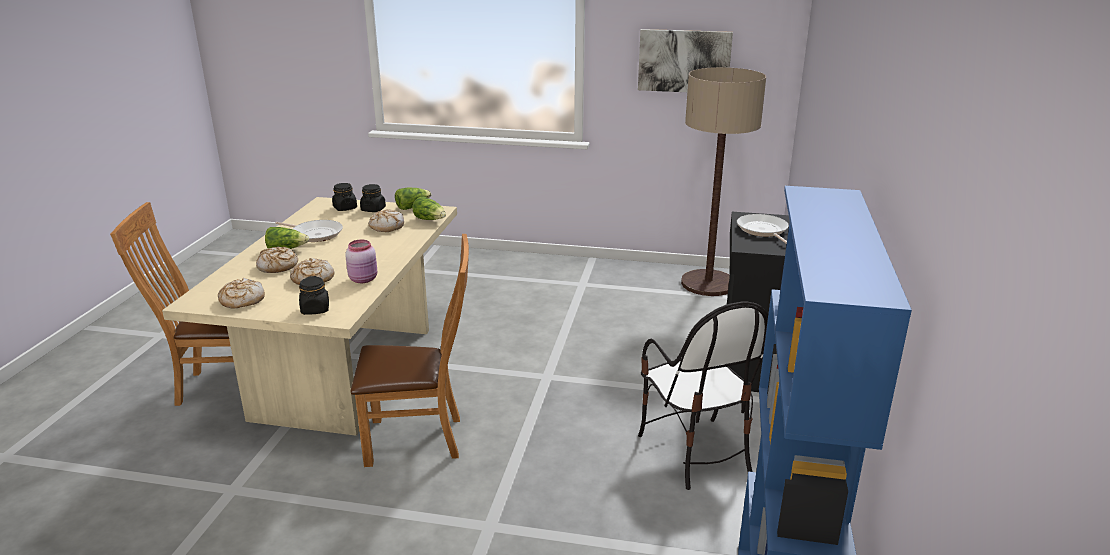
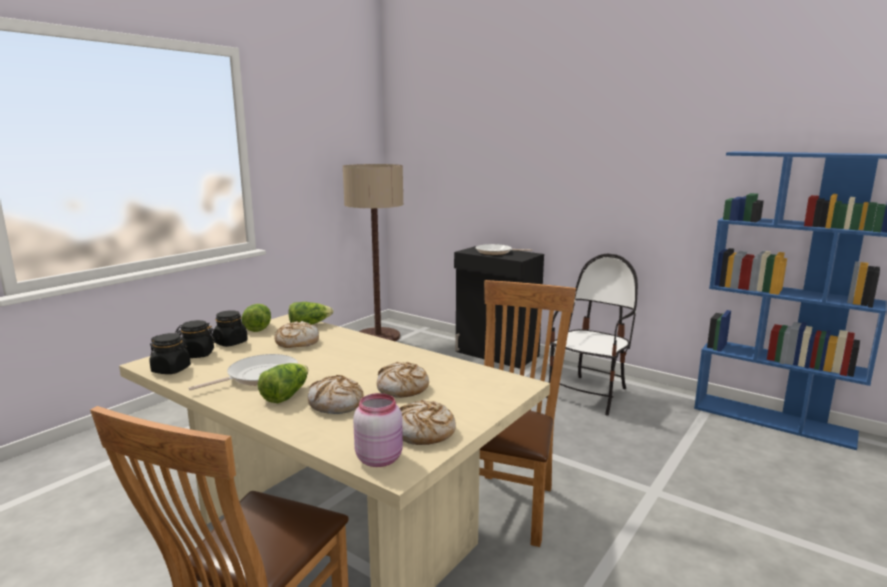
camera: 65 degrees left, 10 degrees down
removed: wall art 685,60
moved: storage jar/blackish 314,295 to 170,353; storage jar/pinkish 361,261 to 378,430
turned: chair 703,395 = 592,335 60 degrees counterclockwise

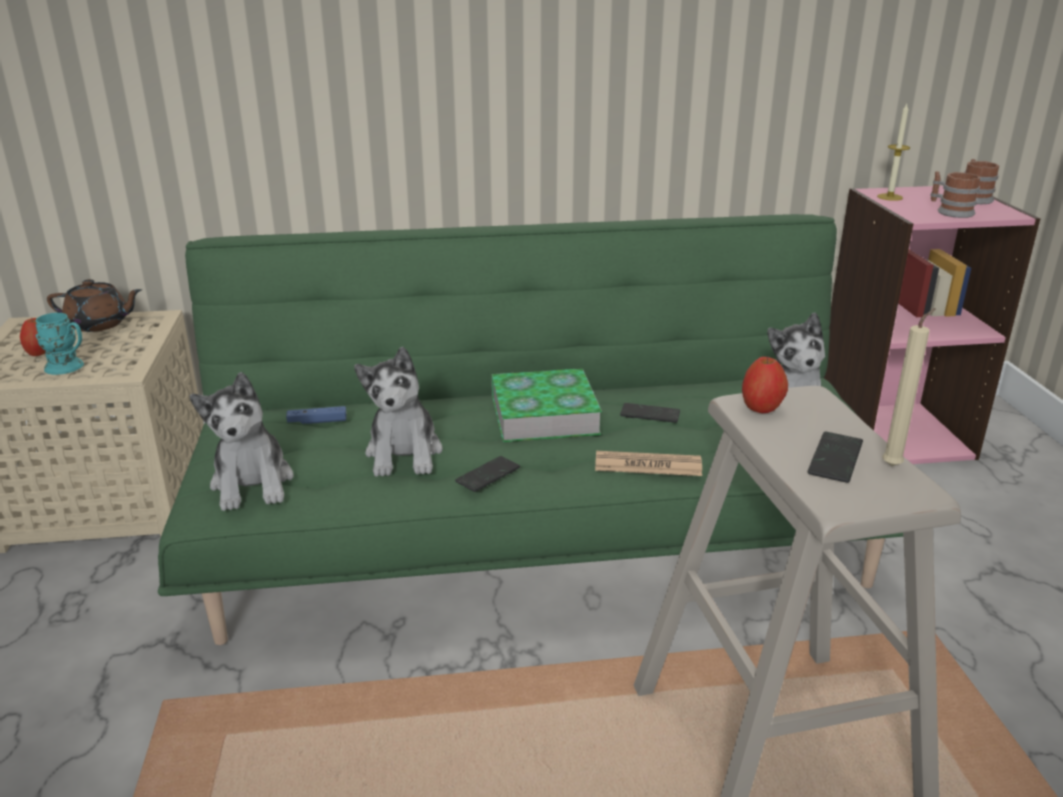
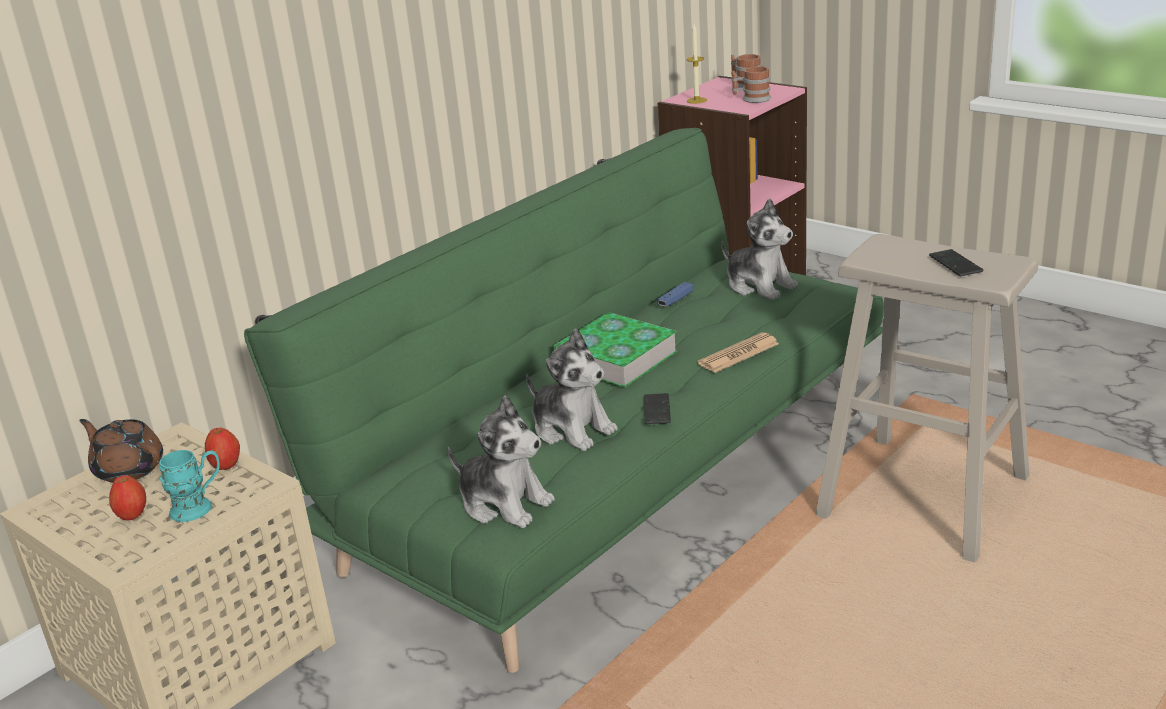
camera: 40 degrees left, 0 degrees up
removed: handset 650,413; wax light/beige 909,387
moved: game controller/bluish 316,415 to 675,294; whole apple 765,385 to 222,449
turned: teapot/brown 94,305 = 121,451 105 degrees counterclockwise

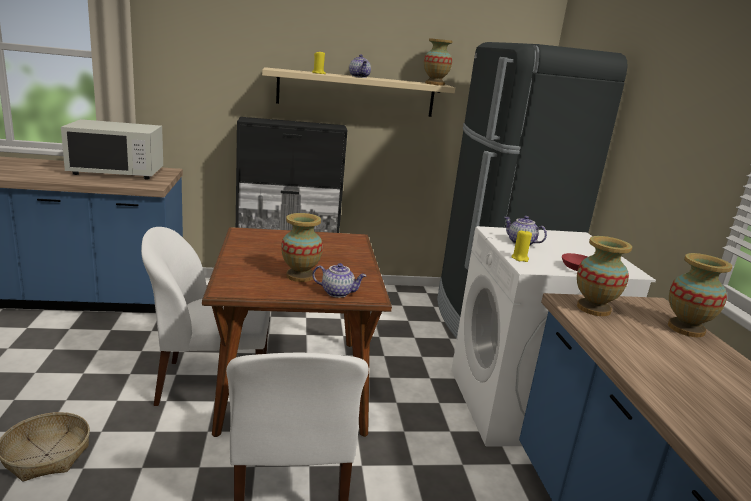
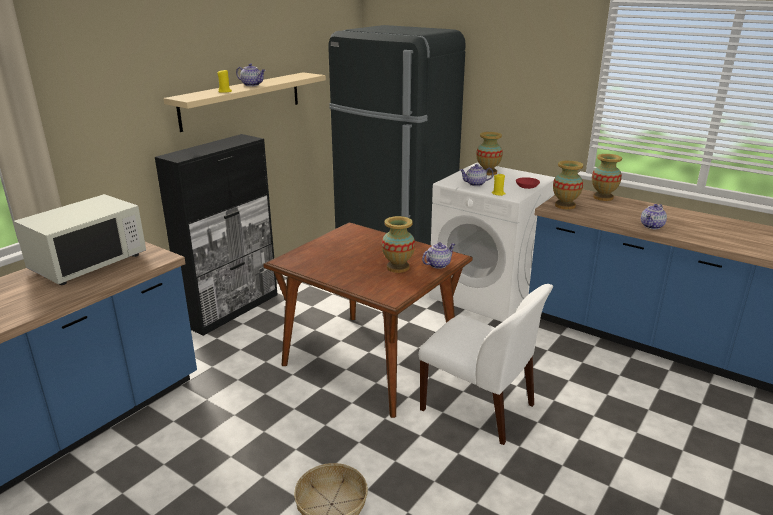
camera: 45 degrees left, 5 degrees up
removed: chair/whitish 205,316
added: teapot 654,216
moved: vase 438,62 to 489,153

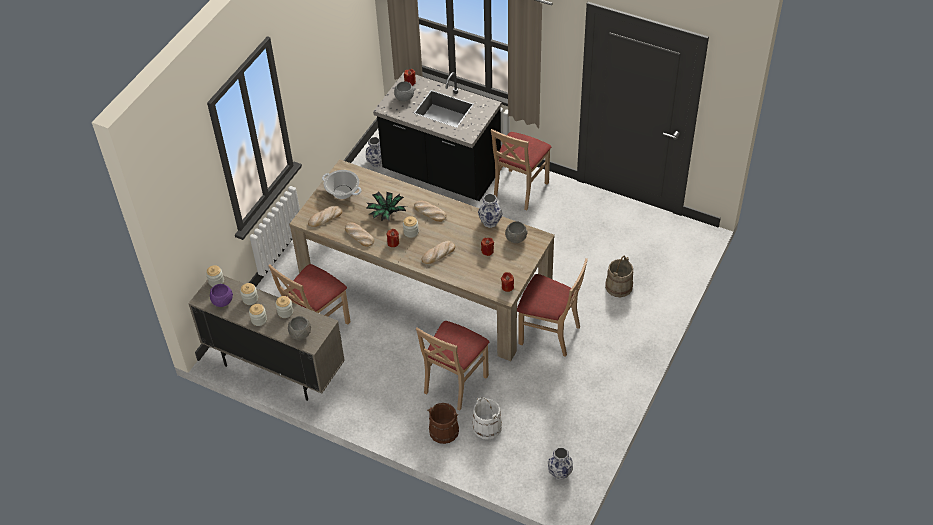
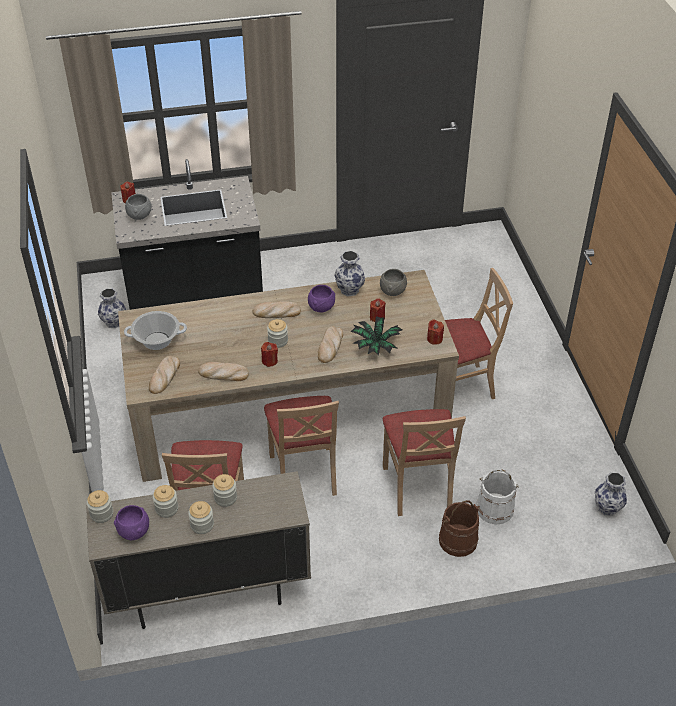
camera: 40 degrees left, 5 degrees down
removed: deep dish/gray 299,328; bucket/beige 619,276
added: deep dish/purplish 321,298
moved: plant in a pot 386,206 to 376,335; chair/beige 521,169 to 301,446

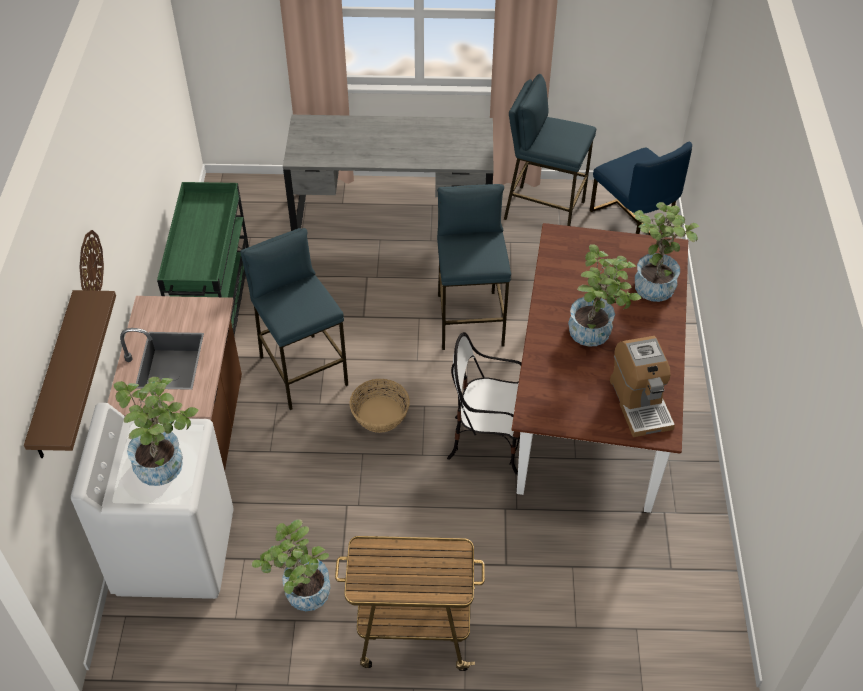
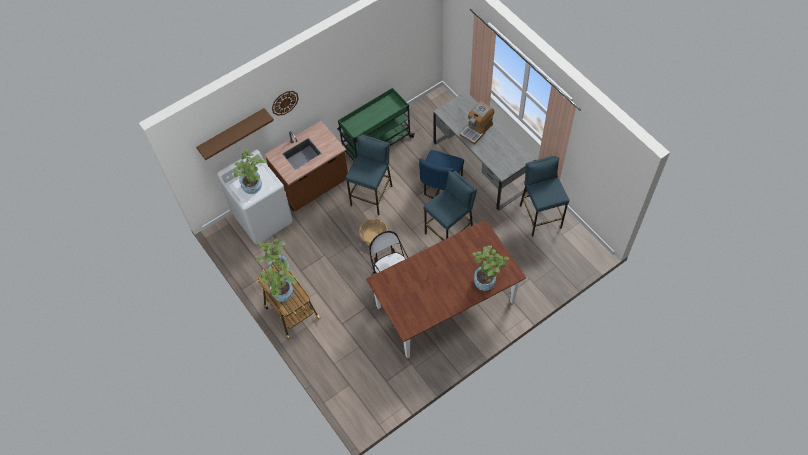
camera: 55 degrees right, 10 degrees up
moved: plant in a pot 604,295 to 279,281; chair/bluish 641,188 to 441,174; coffee machine 642,386 to 477,123

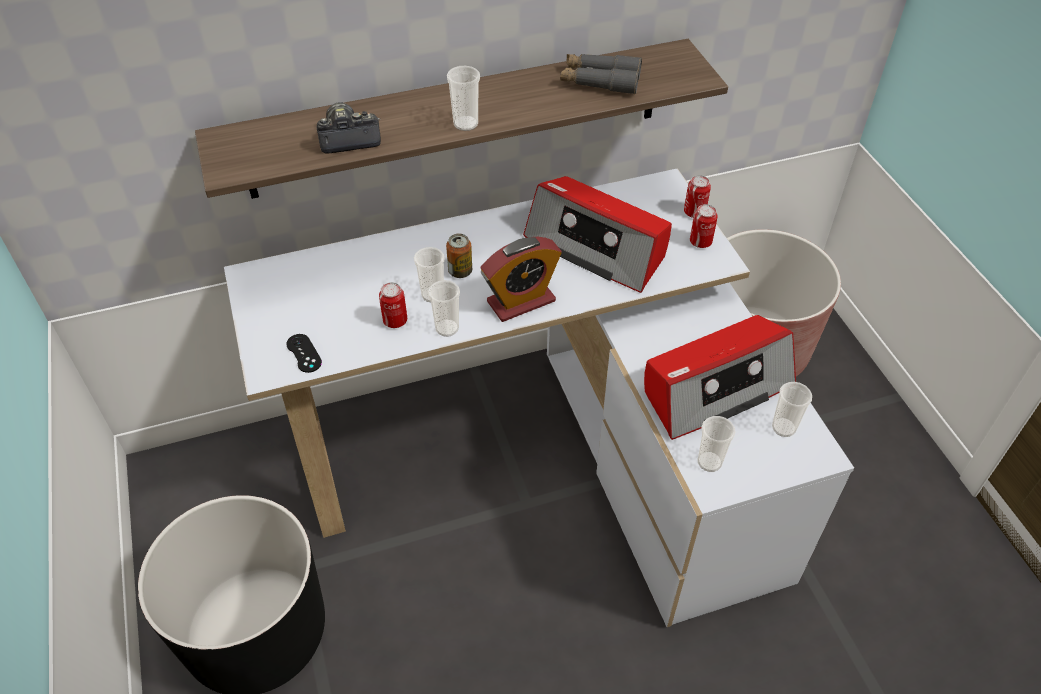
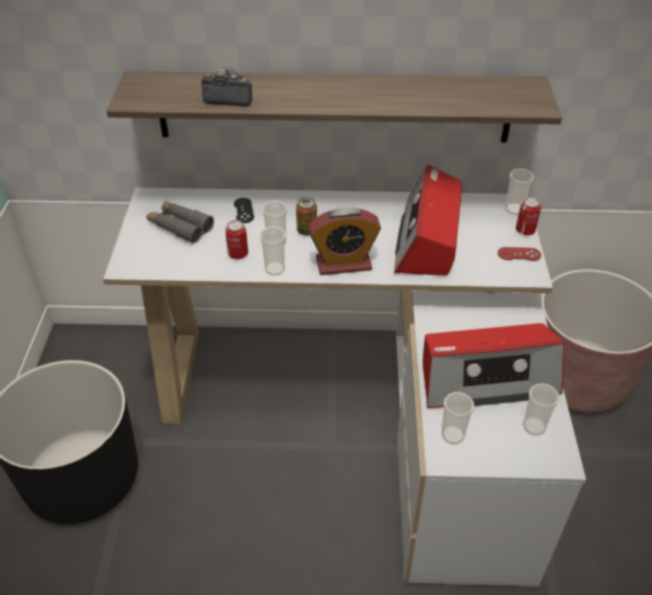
camera: 20 degrees right, 5 degrees down
moved: game controller/blackish 304,353 to 244,210; cup 463,98 to 520,191; pair of binoculars/gray 601,74 to 180,222
replaced: metal can 704,226 to game controller/reddish 519,254
turned: radio set 597,234 = 428,220 45 degrees clockwise

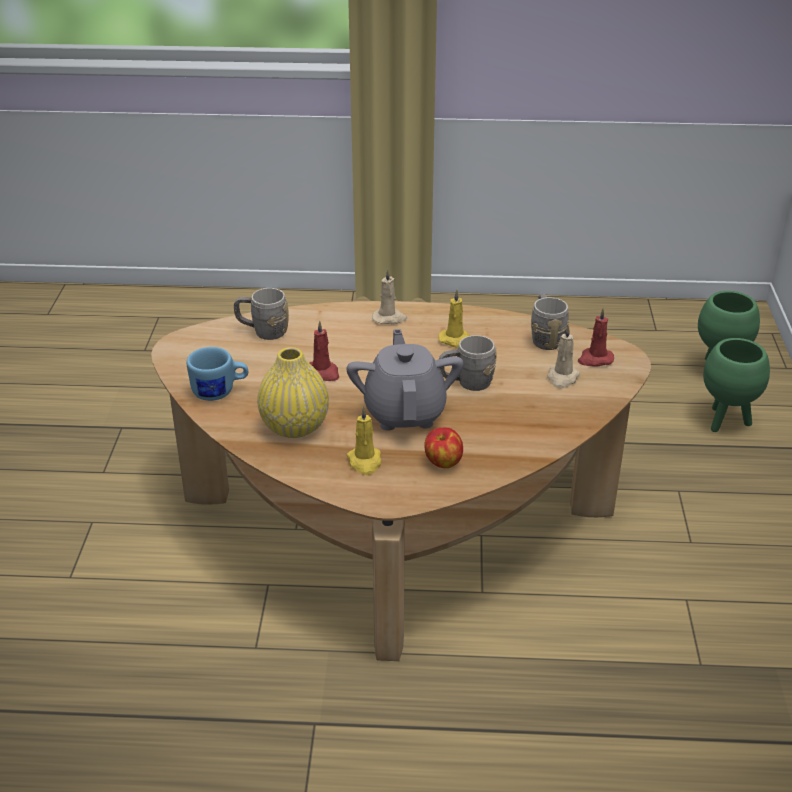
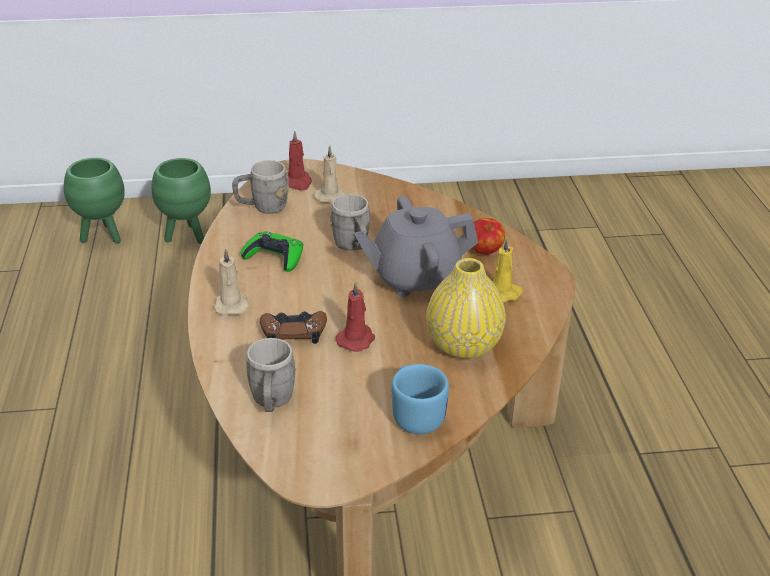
camera: 100 degrees left, 0 degrees up
added: game controller/brown 293,327
replaced: wax light/yellowish 454,319 to game controller/greenish 272,251

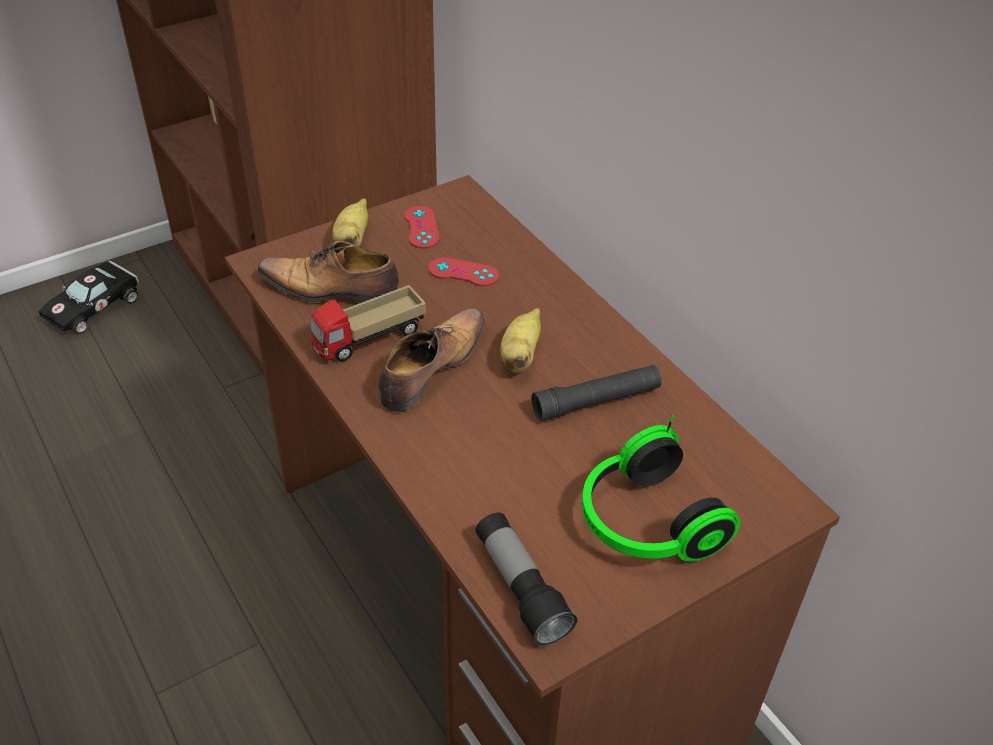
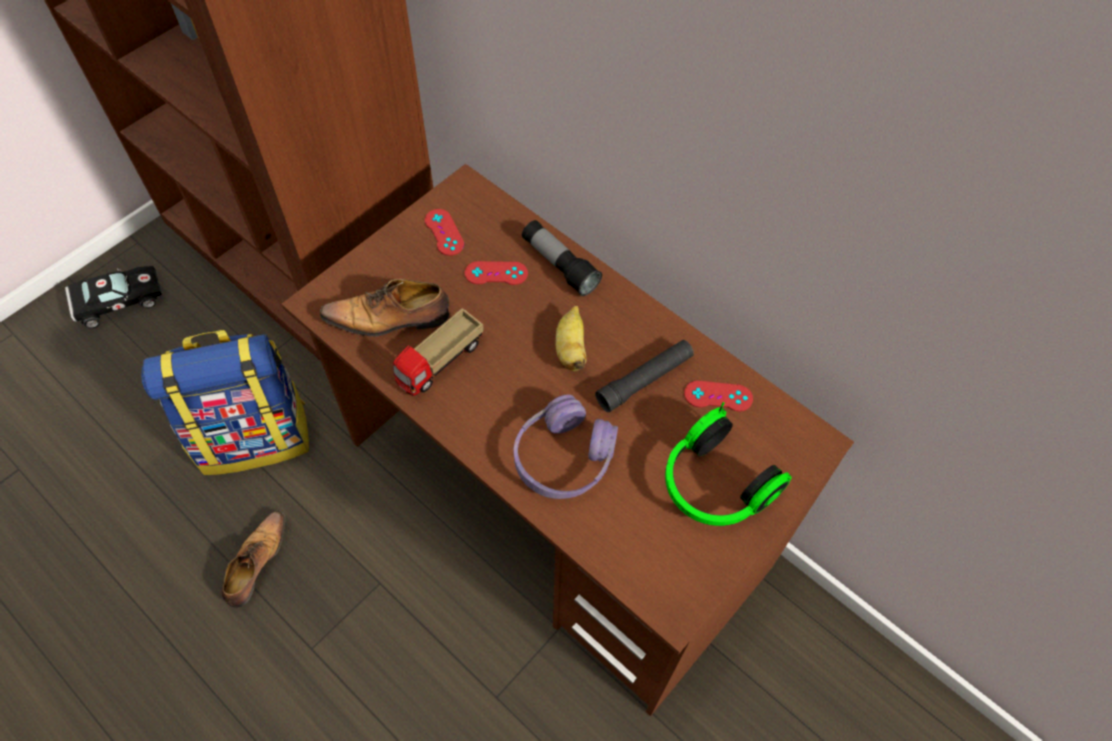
camera: 15 degrees left, 15 degrees up
removed: whole banana 350,223
added: knapsack 225,402; headset/purplish 565,447; game controller/reddish 718,396
moved: shoe 432,360 to 253,559; torch 526,580 to 562,258
turned: toy car/blackish 88,297 = 113,297 135 degrees counterclockwise

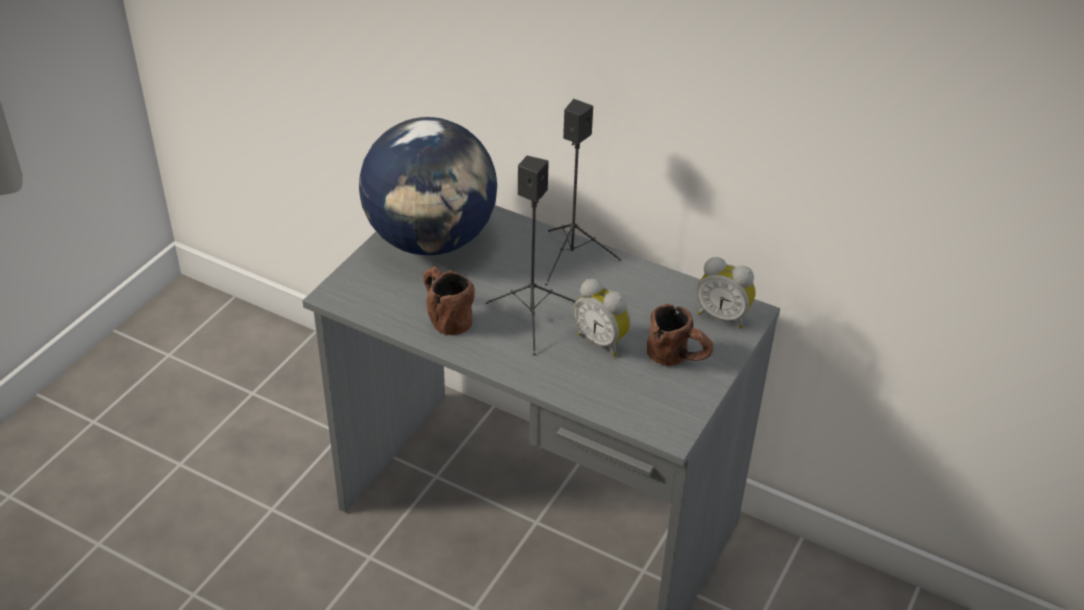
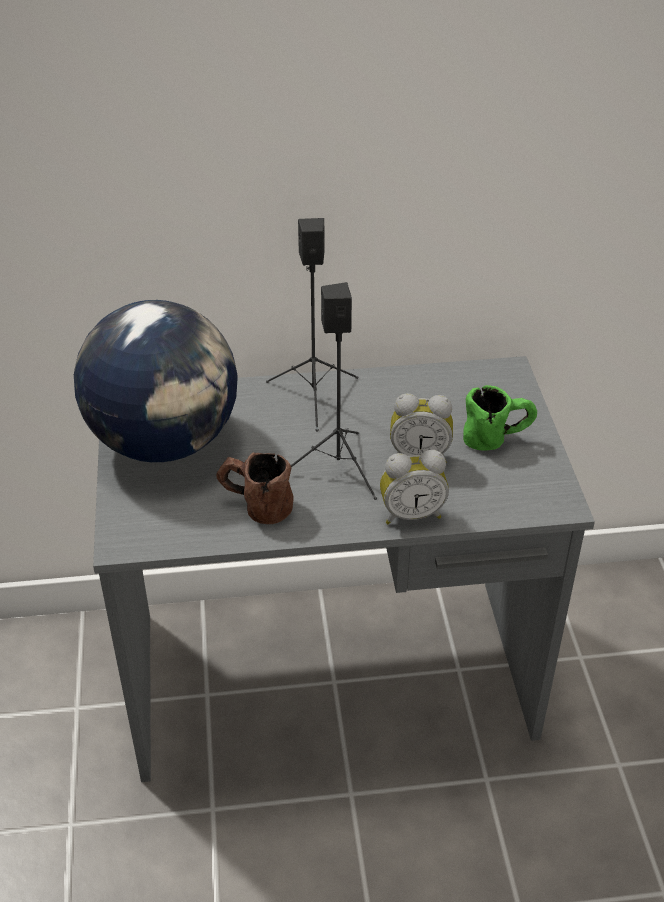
camera: 35 degrees left, 0 degrees up
moved: table clock 726,293 to 414,487
recoloured: tea mug/brown 680,335 to tea mug/greenish 500,418

